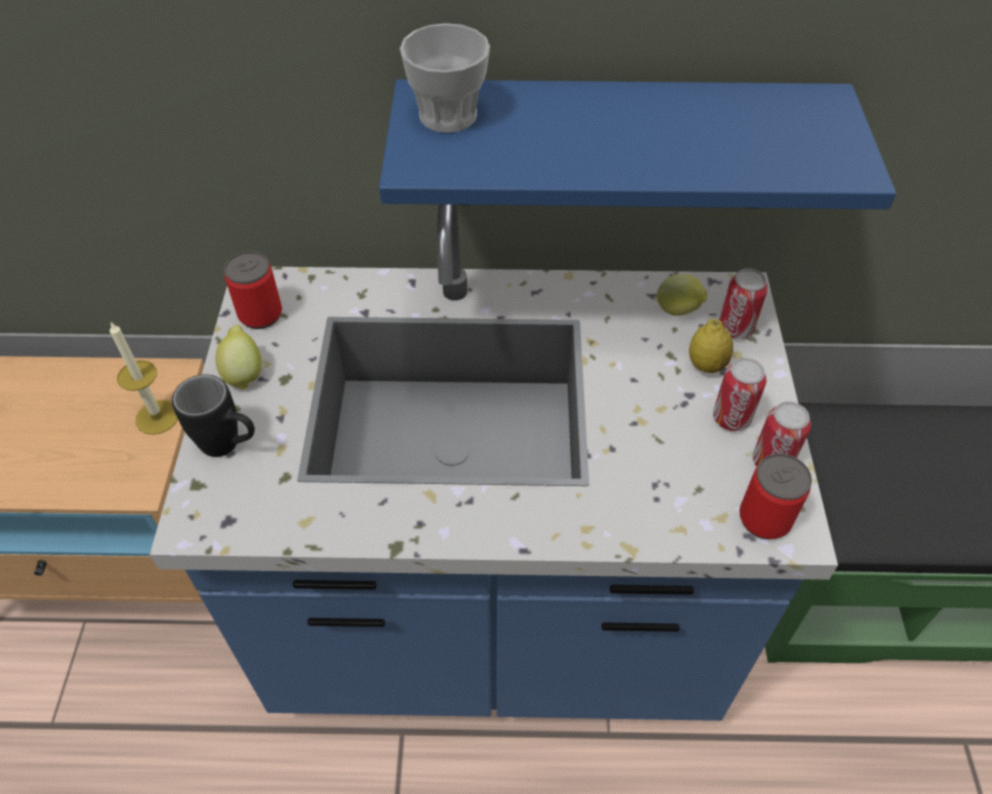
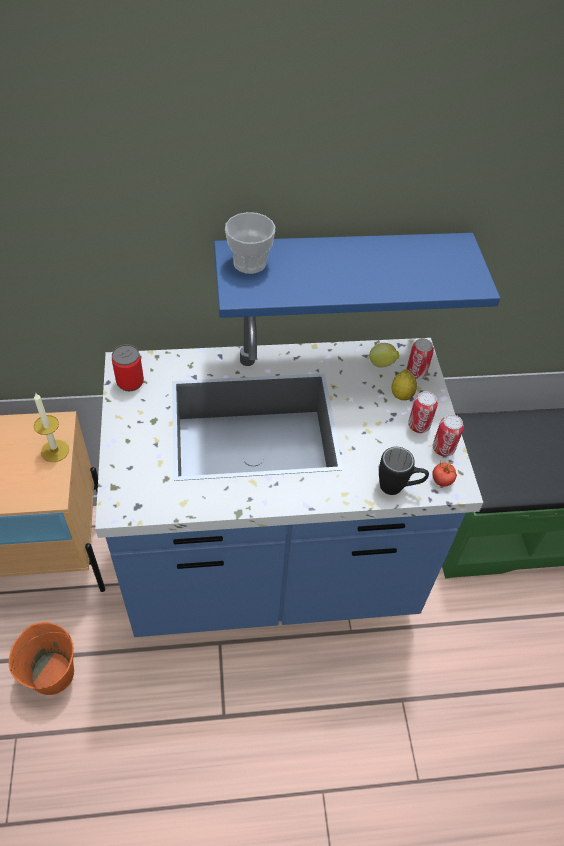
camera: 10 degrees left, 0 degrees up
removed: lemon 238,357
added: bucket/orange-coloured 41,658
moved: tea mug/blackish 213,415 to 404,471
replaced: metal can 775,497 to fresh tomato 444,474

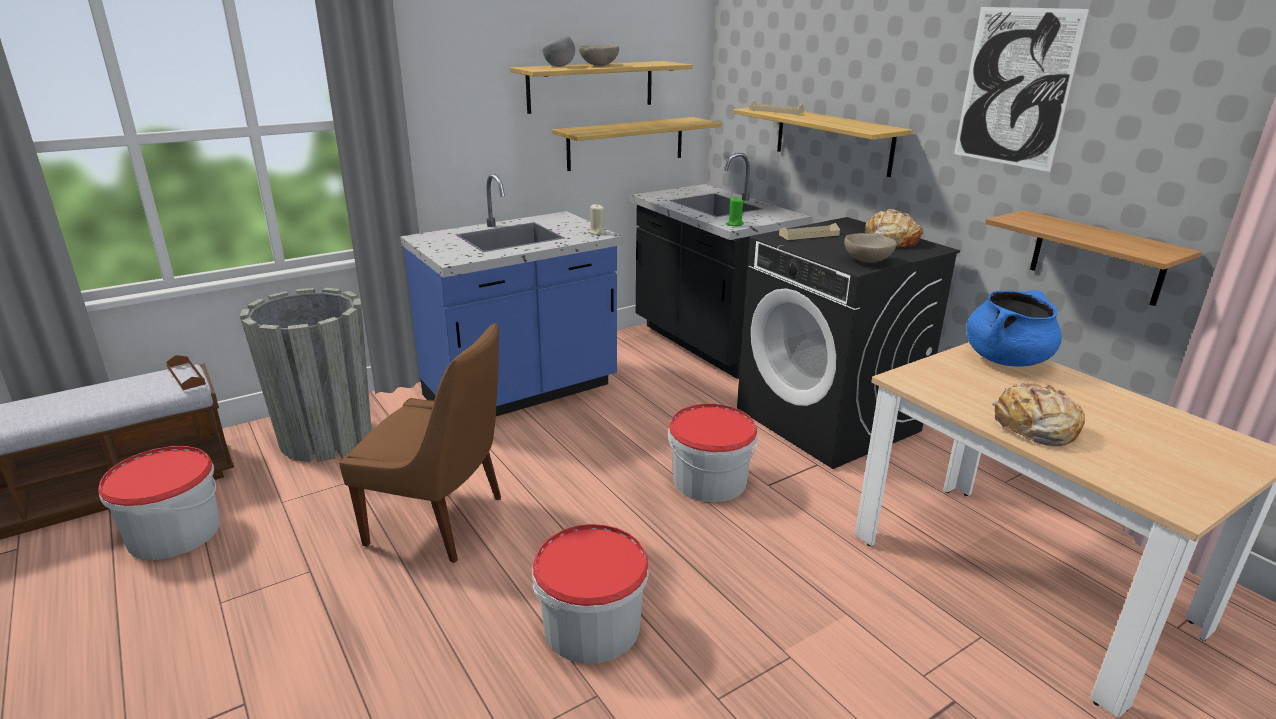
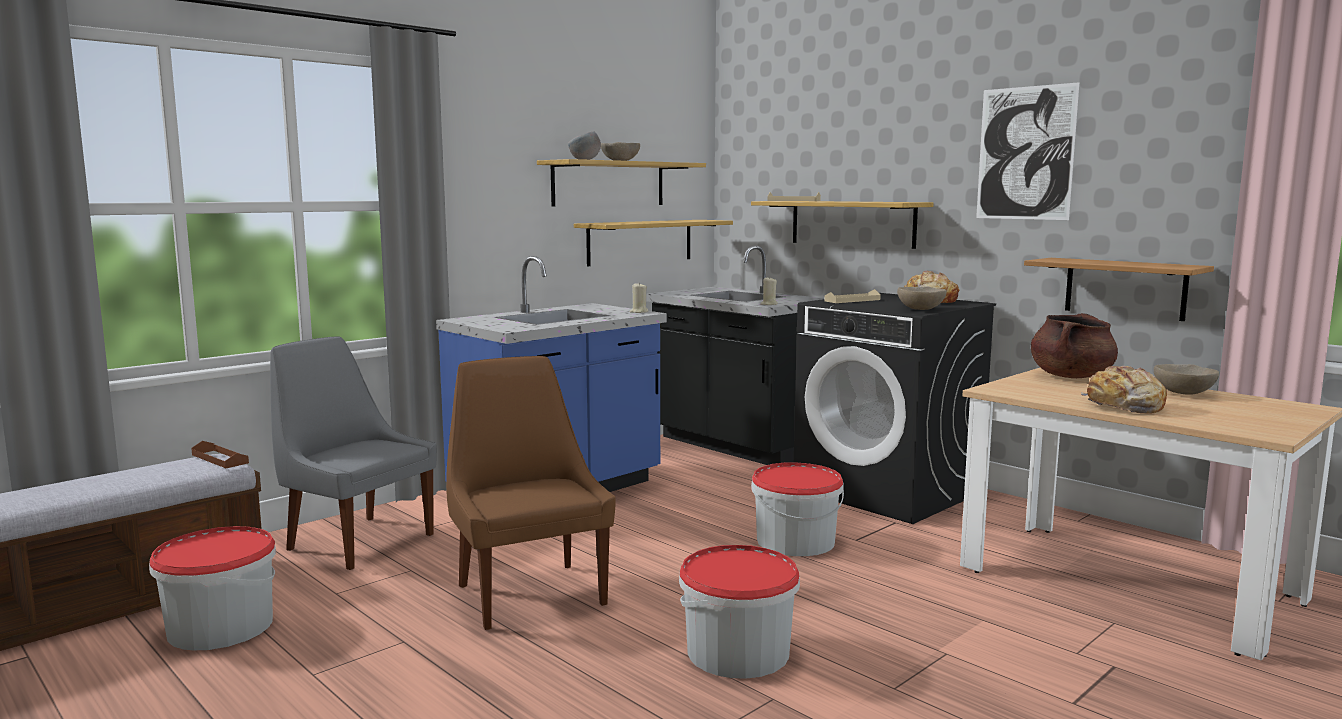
camera: 10 degrees left, 15 degrees down
added: deep dish/beige 1186,379
replaced: planter/gray 306,375 to chair/gray 353,453
recoloured: wax light/greenish 735,211 to wax light/beige 769,290; stockpot/bluish 1014,328 to stockpot/brown 1074,345
turned: chair/brown 420,443 = 531,493 120 degrees counterclockwise

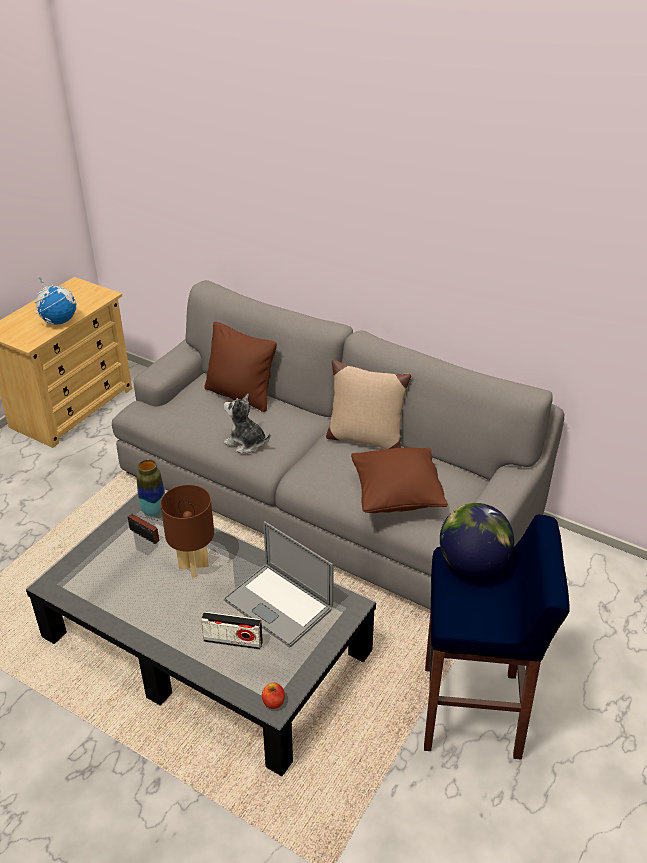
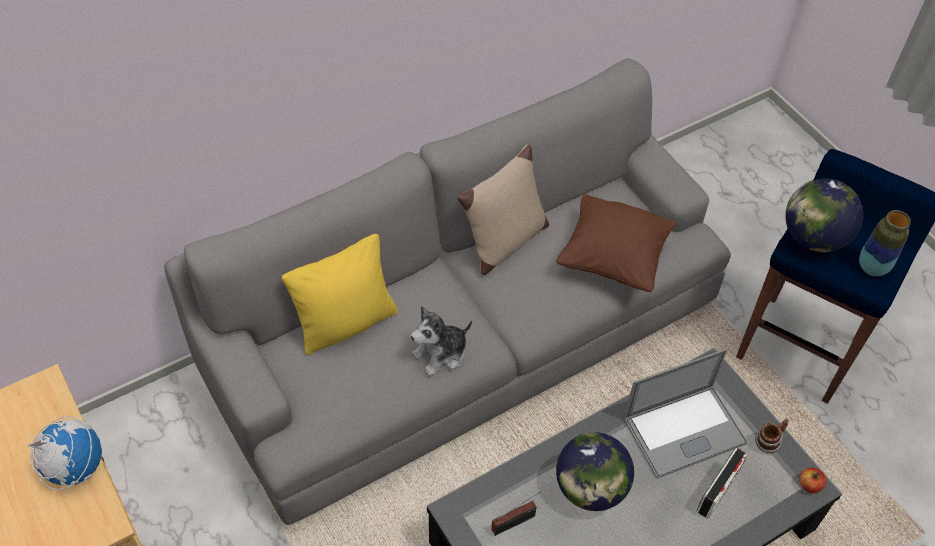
camera: 65 degrees left, 15 degrees up
added: tea mug 772,435
moved: vase 150,488 to 885,243
replaced: lamp for a table/brown 187,531 to desk globe 595,471
recoloured: throw pillow/brown 240,367 to throw pillow/yellowish 340,294

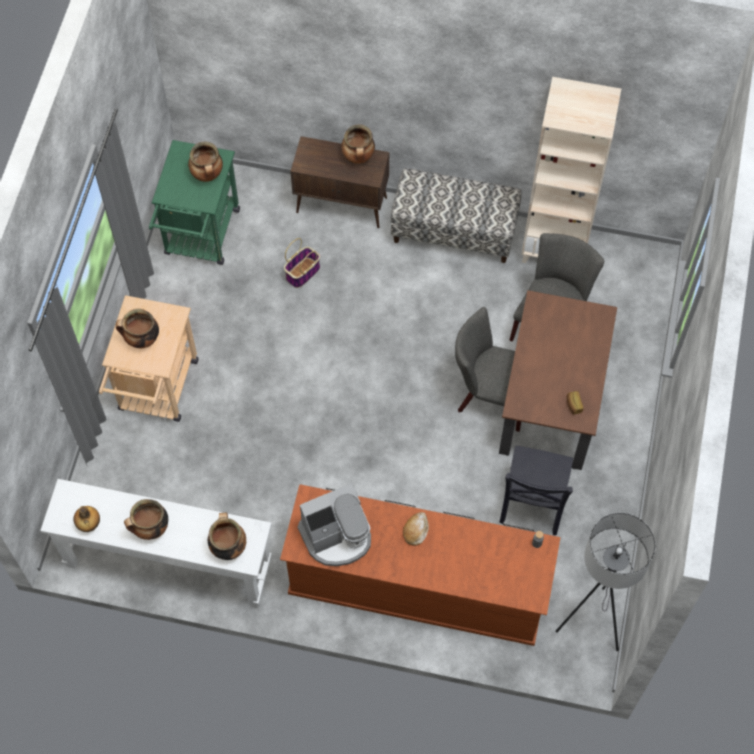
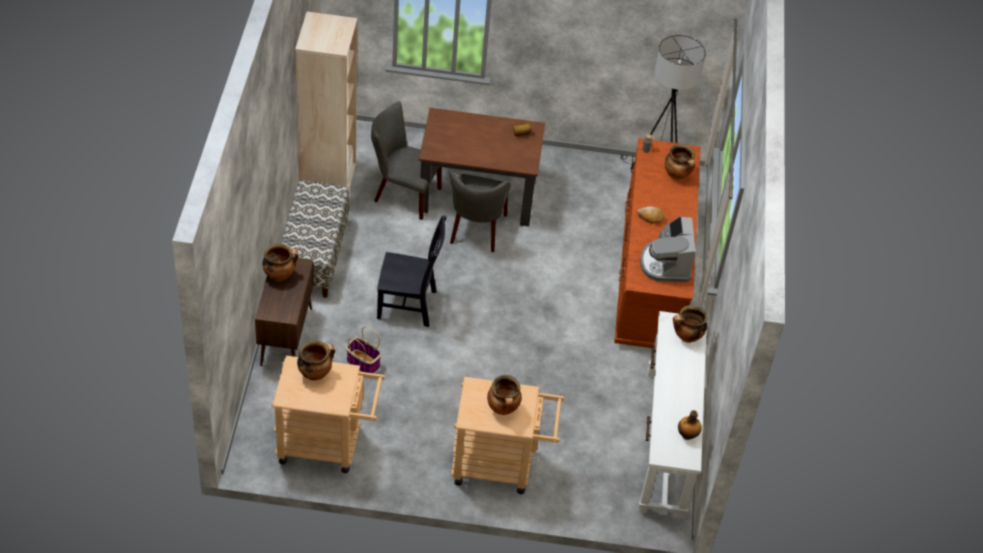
camera: 100 degrees left, 15 degrees down
moved: stockpot 146,519 to 680,162; chair/blackish 536,490 to 411,271
recoloured: wheeled cart/greenish 194,202 to wheeled cart/beige 328,414
turned: coffee machine 334,524 = 668,249 150 degrees counterclockwise

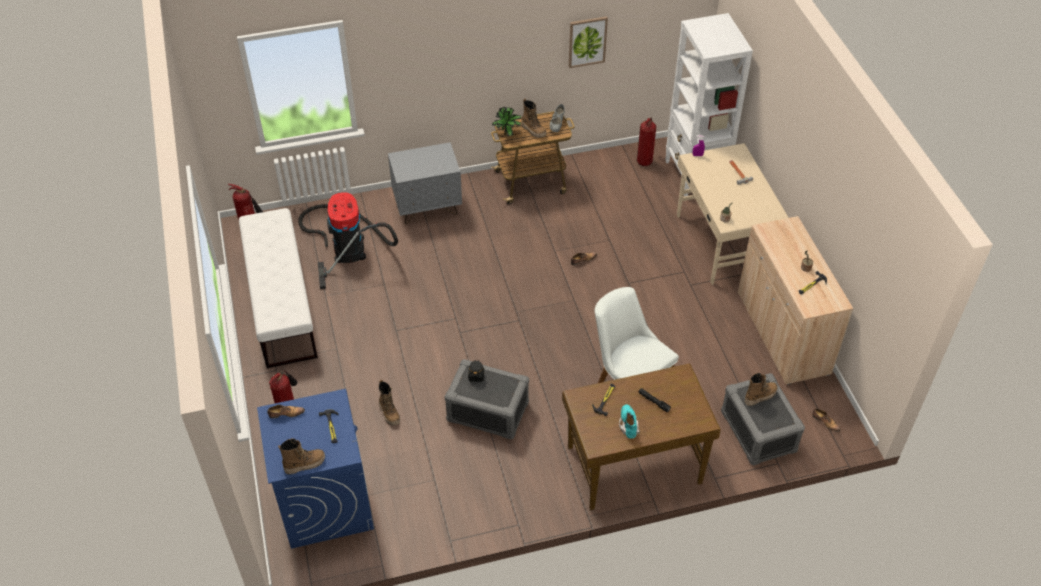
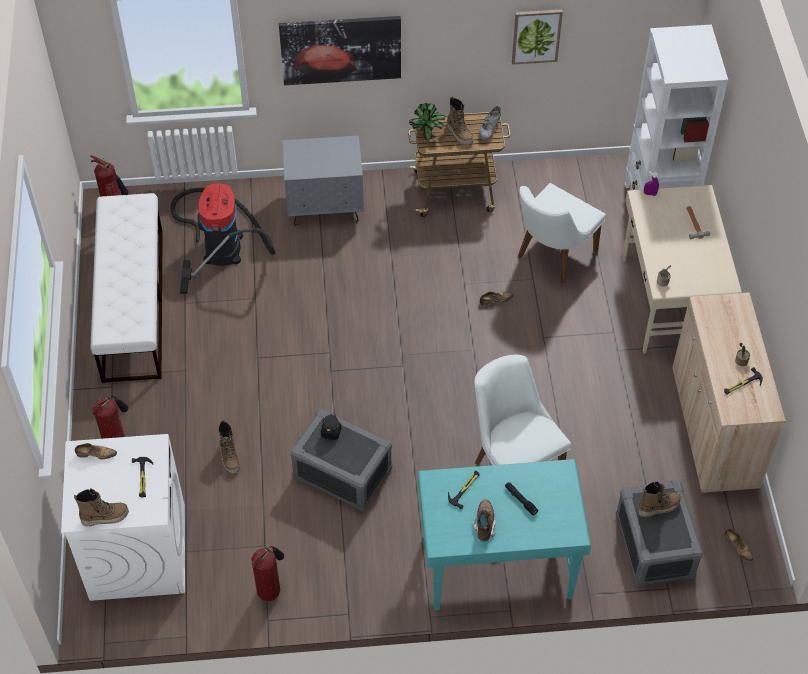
camera: 10 degrees right, 5 degrees up
added: wall art 340,50; chair/whitish 562,233
moved: fire extinguisher 646,142 to 267,573
recoloured: laundry appliance/bluish 315,469 to laundry appliance/whitish 123,517; desk table/brown 641,437 to desk table/turquoise 504,534; high-top boot/turquoise 629,421 to high-top boot/brown 484,520

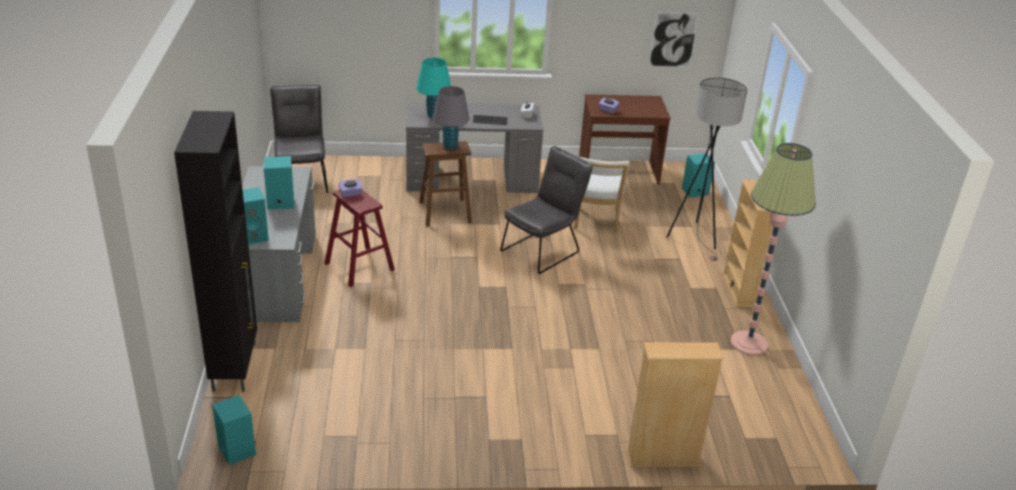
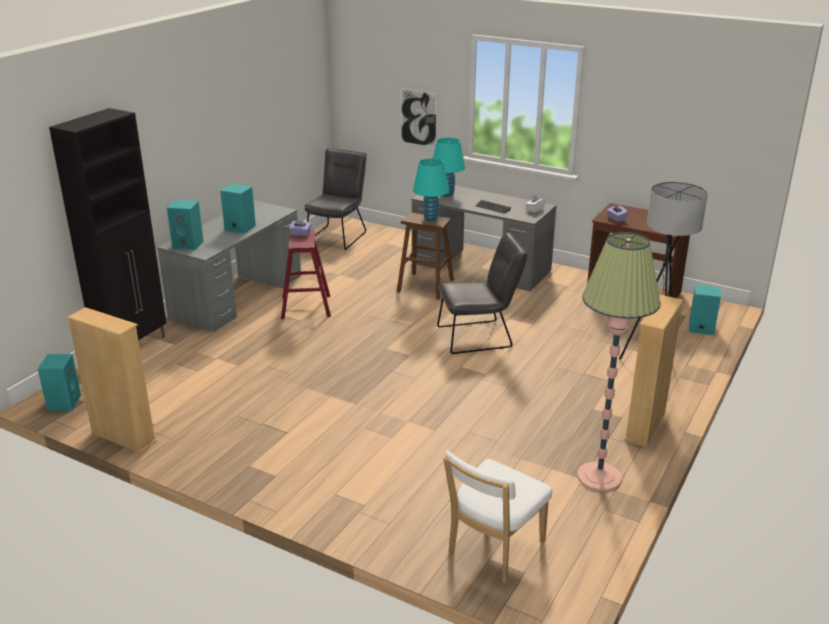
camera: 35 degrees right, 5 degrees down
moved: chair/whitish 602,195 to 497,517; shelving unit/beige 675,404 to 112,380; wall art 673,39 to 418,118
recoloured: lamp for a table/gray 451,117 to lamp for a table/turquoise 431,189

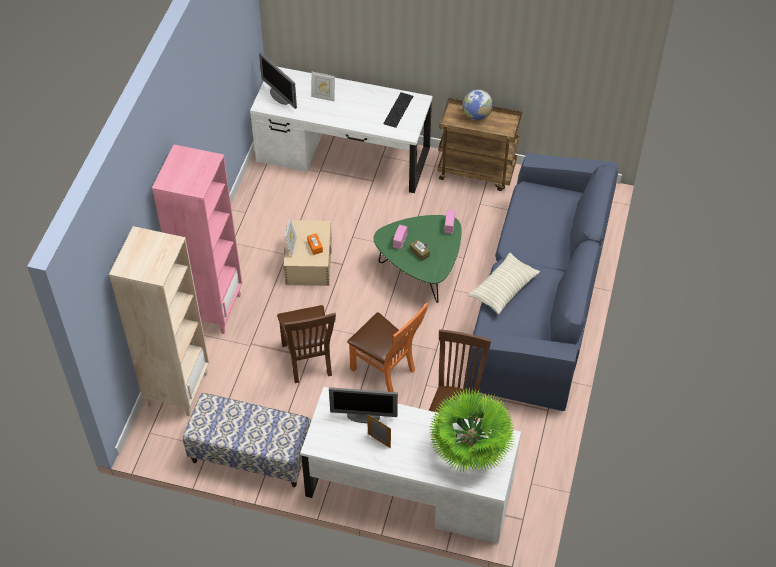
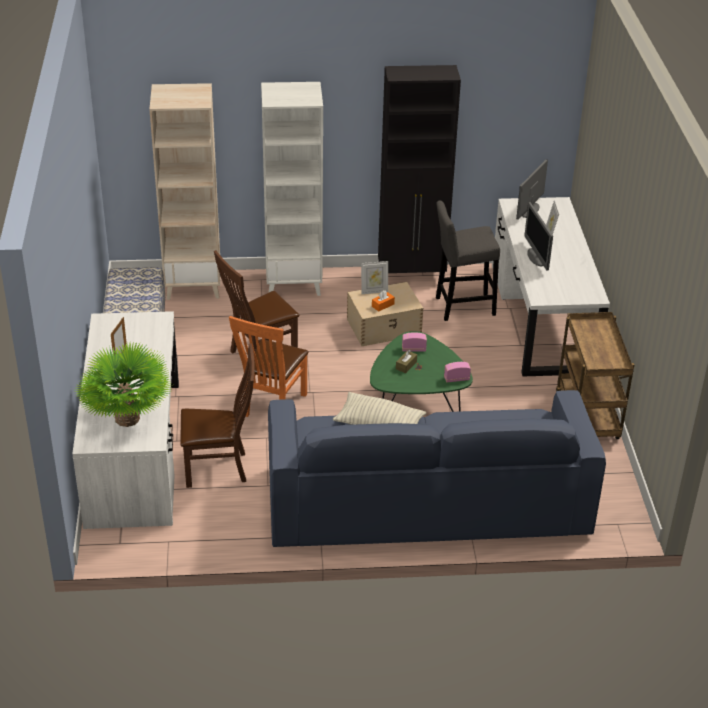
camera: 70 degrees right, 15 degrees down
removed: PC keyboard 398,110; desk globe 477,104
added: storage cabinet/blackish 419,174; sitting stool/gray 468,261
moved: computer display 363,405 to 538,236
recoloured: shelving unit/pinkish 197,239 to shelving unit/whitish 292,189

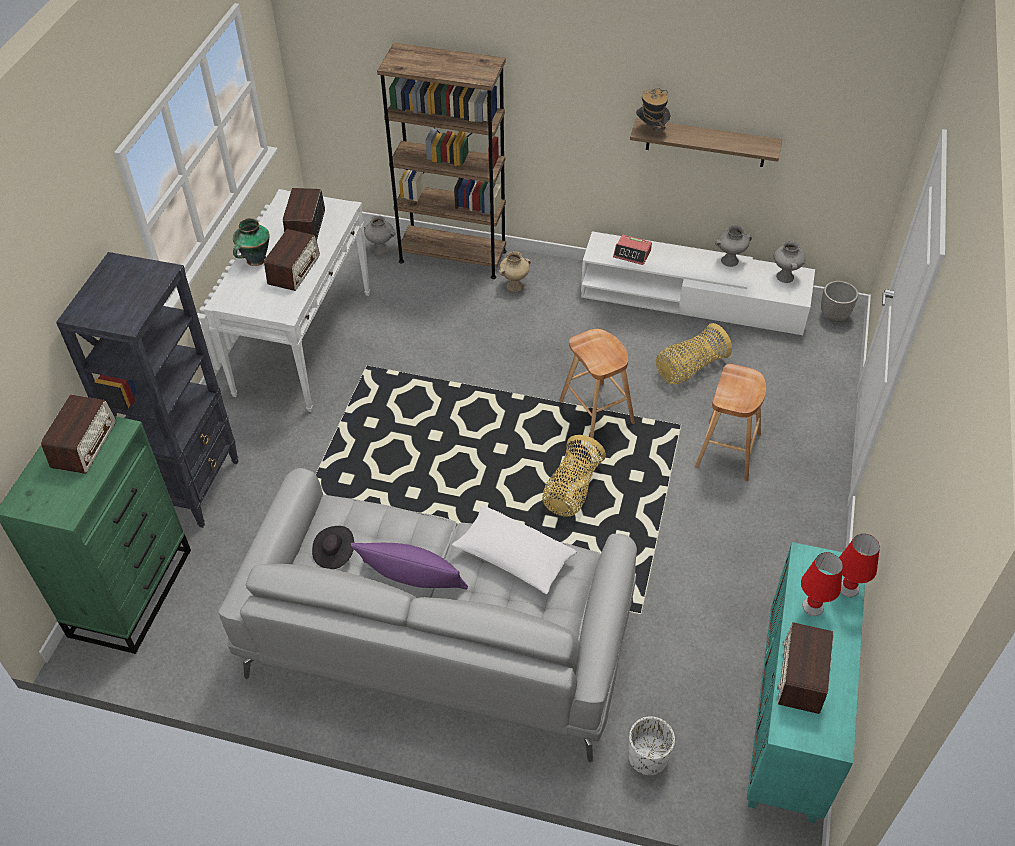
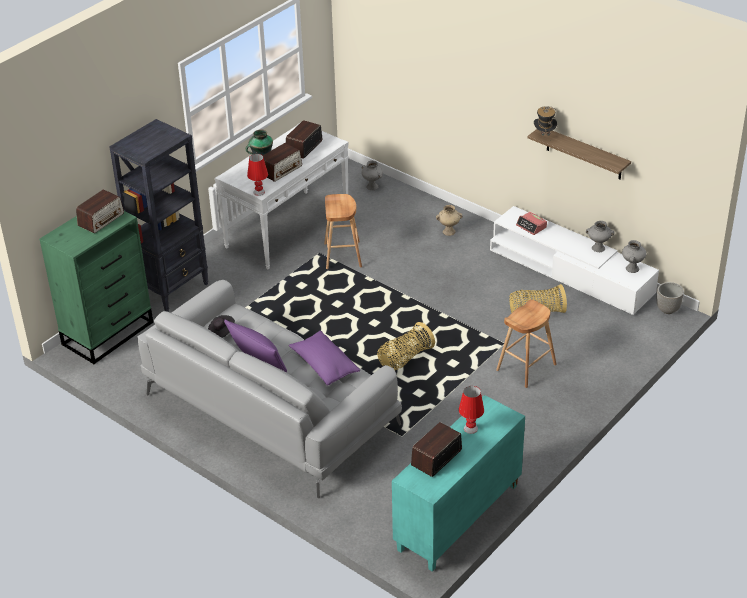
camera: 25 degrees right, 10 degrees down
removed: shelving unit/brown 441,161; planter/whitish 651,745
moved: sitting stool/brown 597,384 to 343,231; lamp for a table/reddish 859,565 to 257,175
recoloured: throw pillow/whitish 514,549 to throw pillow/purplish 324,358

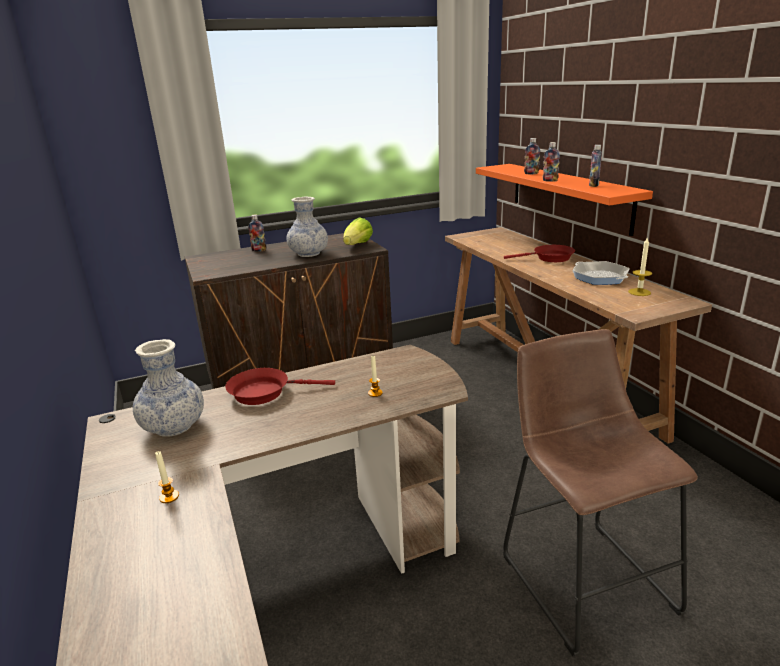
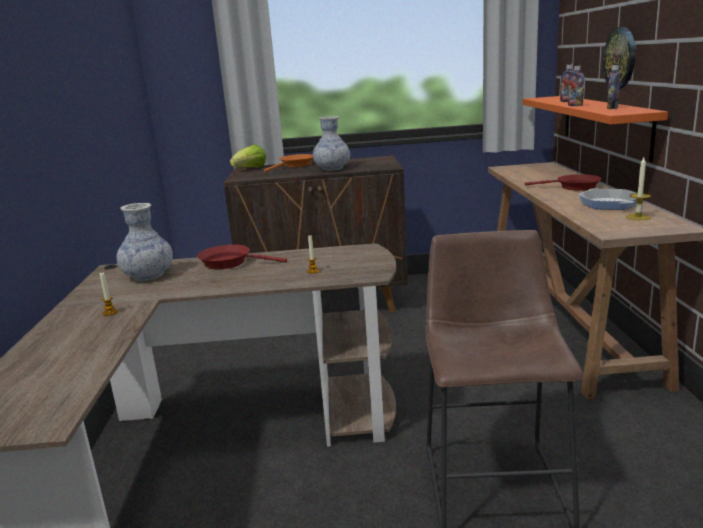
camera: 20 degrees right, 5 degrees down
added: clock on the wall 619,58
moved: lettuce 358,231 to 248,156
replaced: beverage bottle 257,233 to skillet/orange-coloured 288,163

